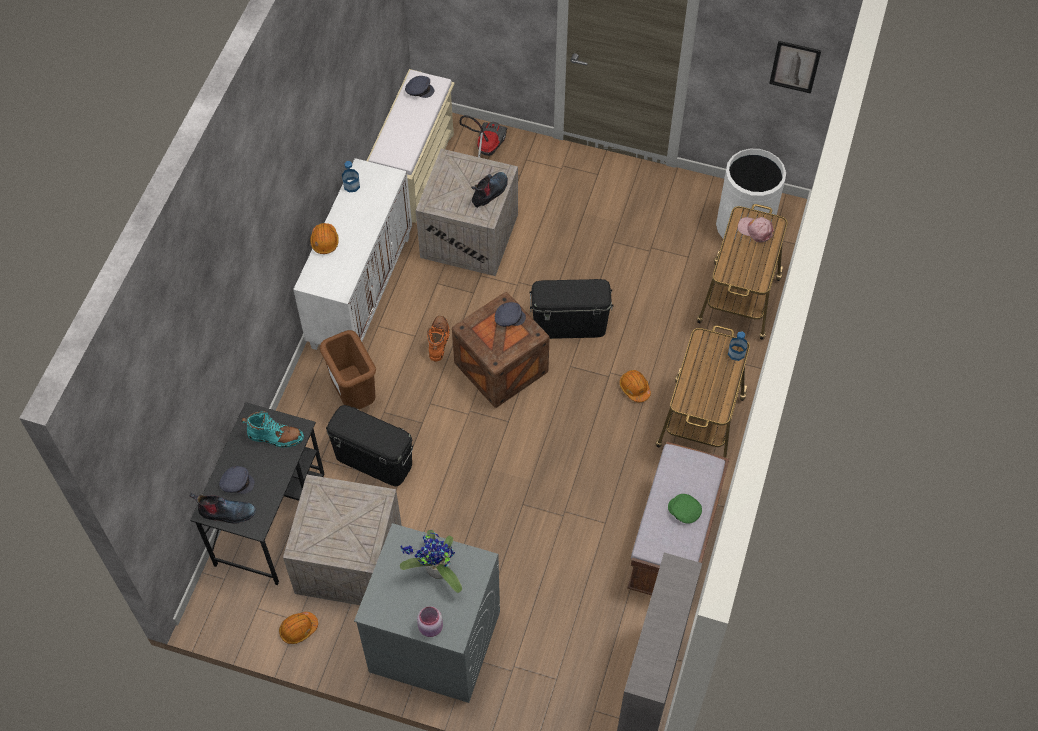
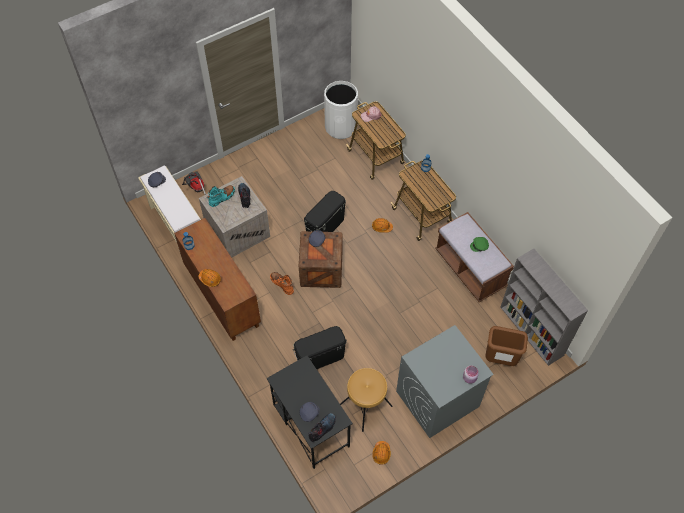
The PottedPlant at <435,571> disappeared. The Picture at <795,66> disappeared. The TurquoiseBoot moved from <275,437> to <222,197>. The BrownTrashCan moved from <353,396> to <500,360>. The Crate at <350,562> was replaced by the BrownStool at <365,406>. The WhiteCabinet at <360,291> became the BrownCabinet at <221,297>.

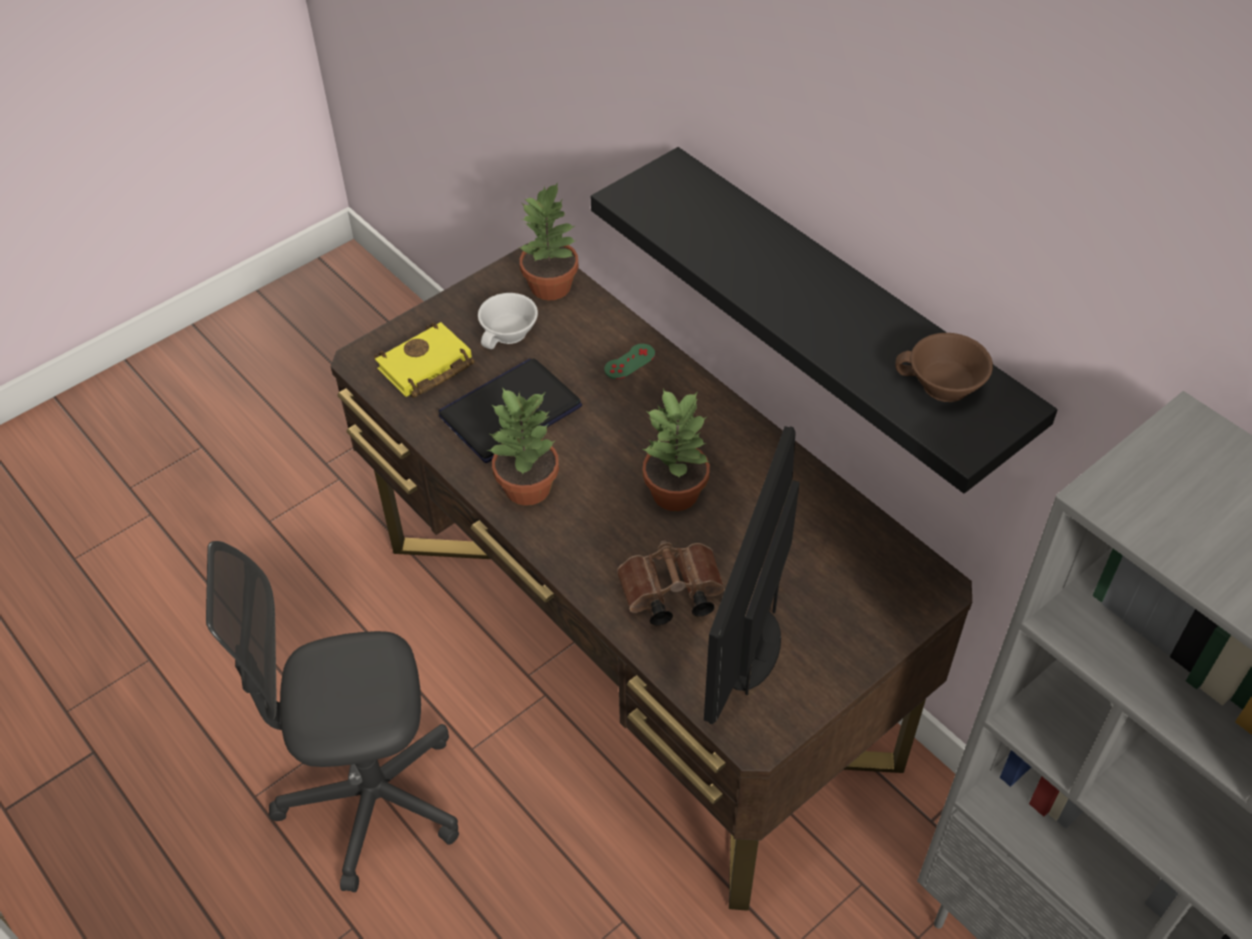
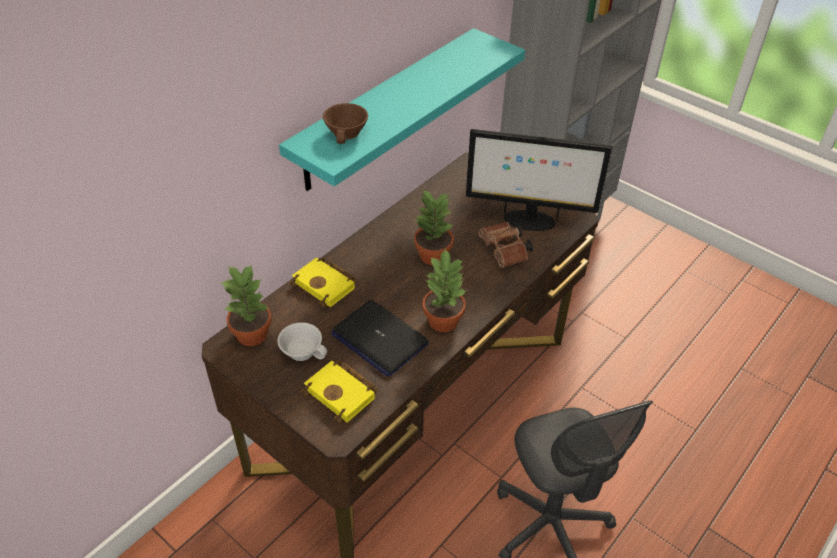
The BrownCup moved from <942,387> to <347,133>. The GreenGameController at <629,361> was replaced by the YellowBook at <326,285>. The BlackShelf at <844,310> became the TurquoiseShelf at <385,109>.

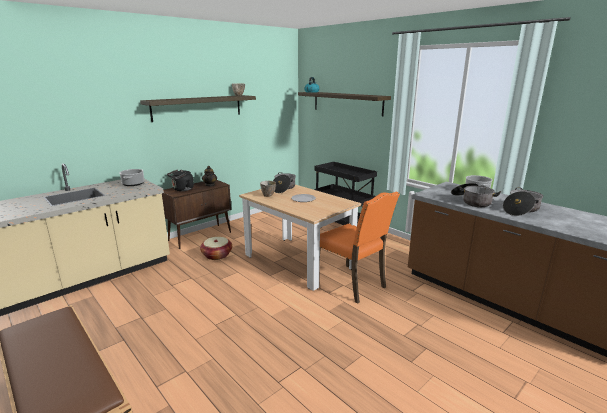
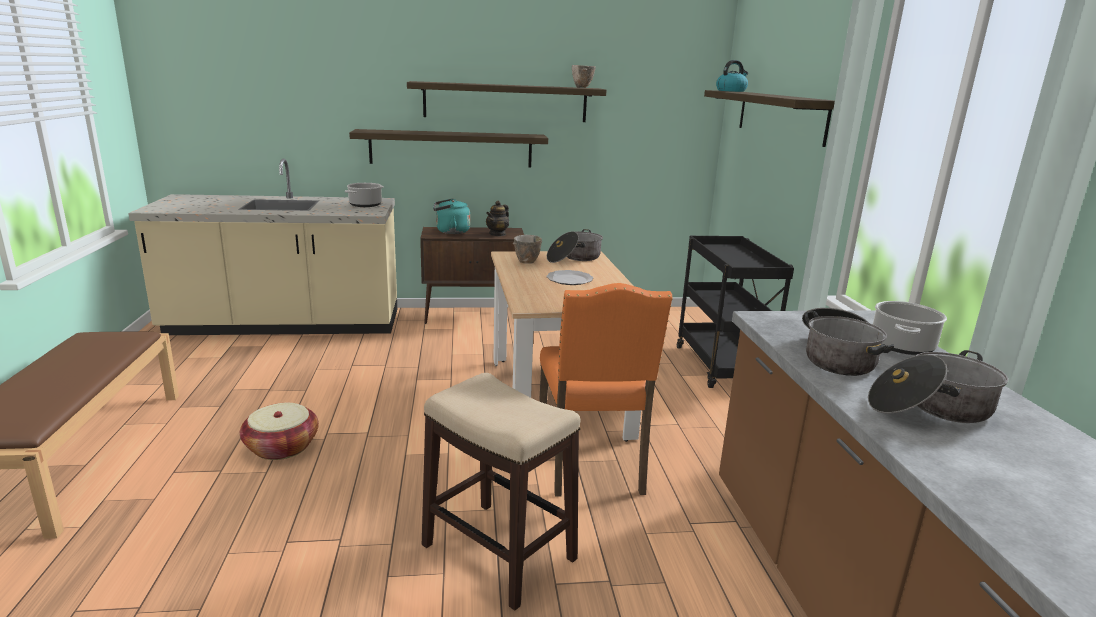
The Shelf at <451,148> appeared. The Stool at <500,552> appeared. The Basket moved from <217,255> to <282,447>. The BlackKettle at <182,189> became the TurquoiseKettle at <450,231>.

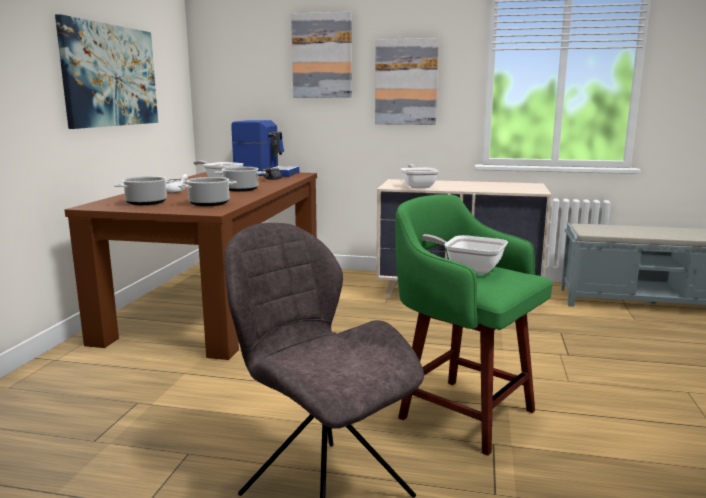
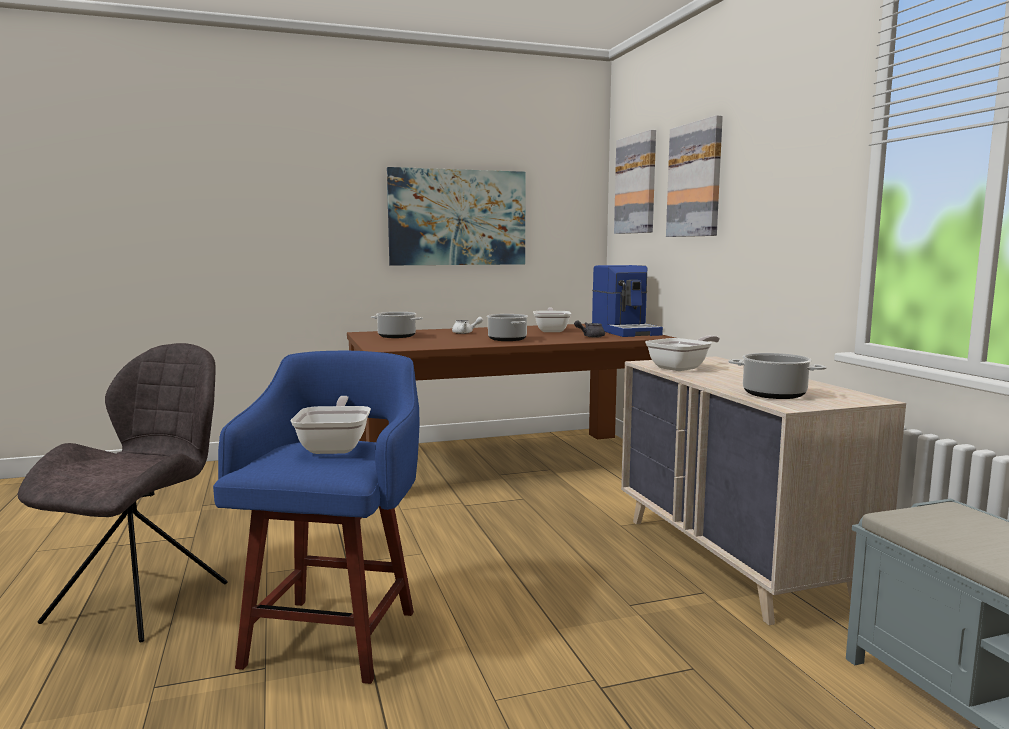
The CookingPot moved from <209,204> to <773,394>. The Picture moved from <406,82> to <636,184>. The GreenStool at <462,412> became the BlueStool at <333,634>.

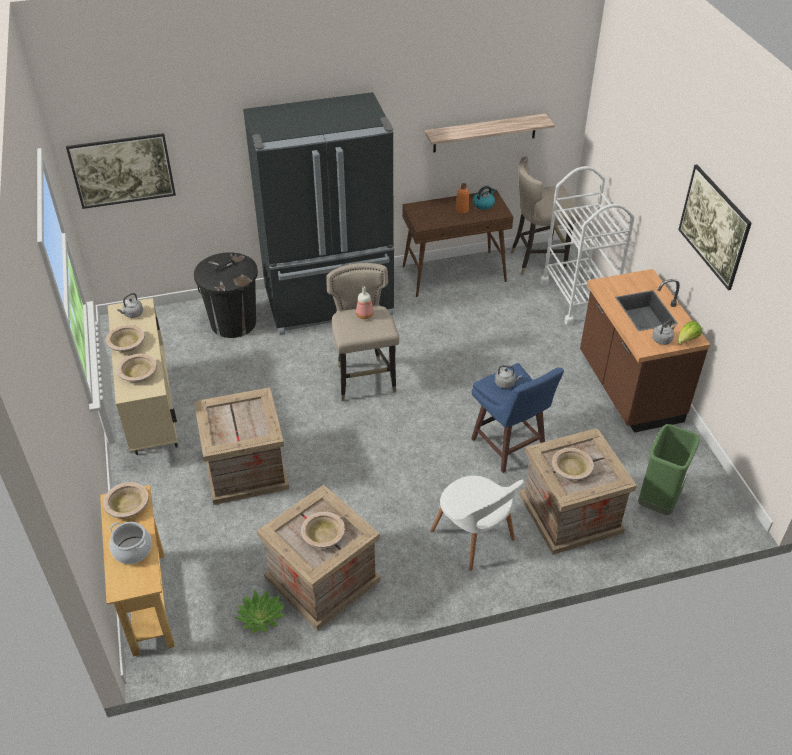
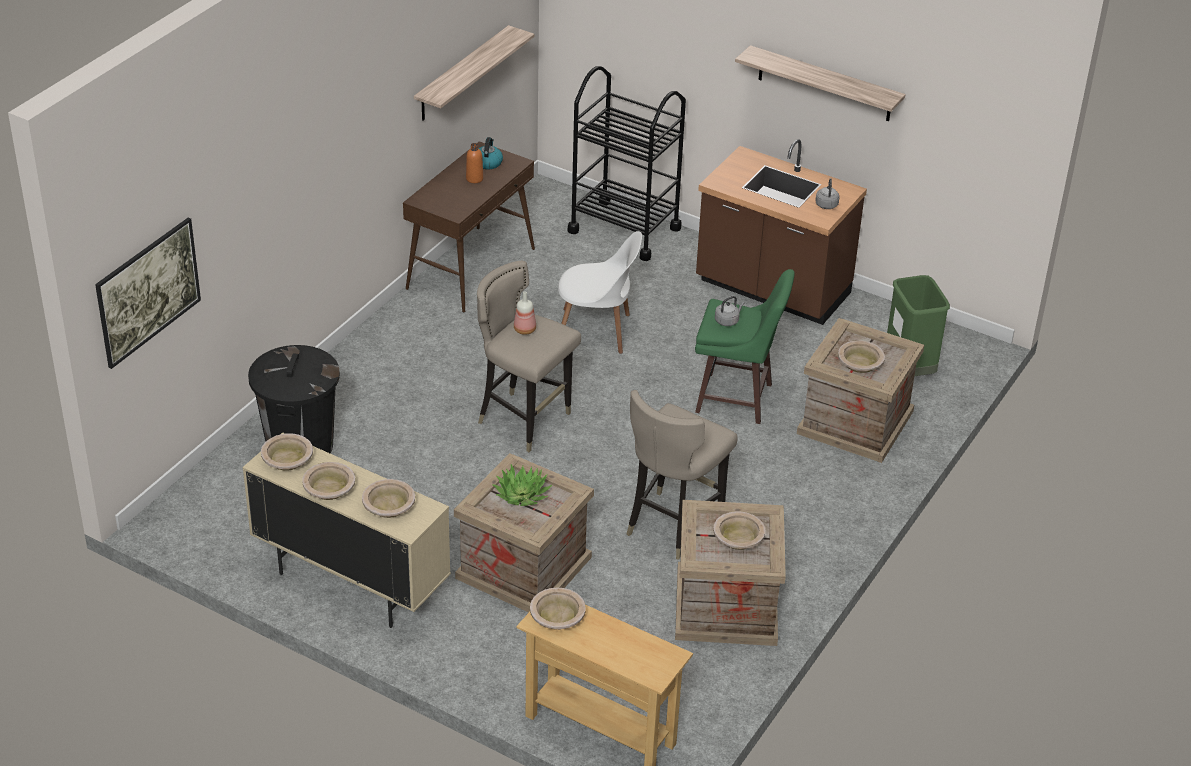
The CookingPot at <132,550> disappeared. The BlackFridge at <330,303> disappeared. The Lettuce at <686,340> disappeared. The PottedPlant moved from <261,616> to <522,495>. The WhiteChair moved from <474,538> to <597,331>. The BeigeStool moved from <538,260> to <672,525>. The GreyKettle at <132,314> was replaced by the BeigeBowl at <287,459>. The Picture at <709,242> was replaced by the Shelf at <824,84>. The BlueStool at <509,447> became the GreenStool at <736,399>. The WhiteCart at <578,298> became the BlackCart at <624,230>.

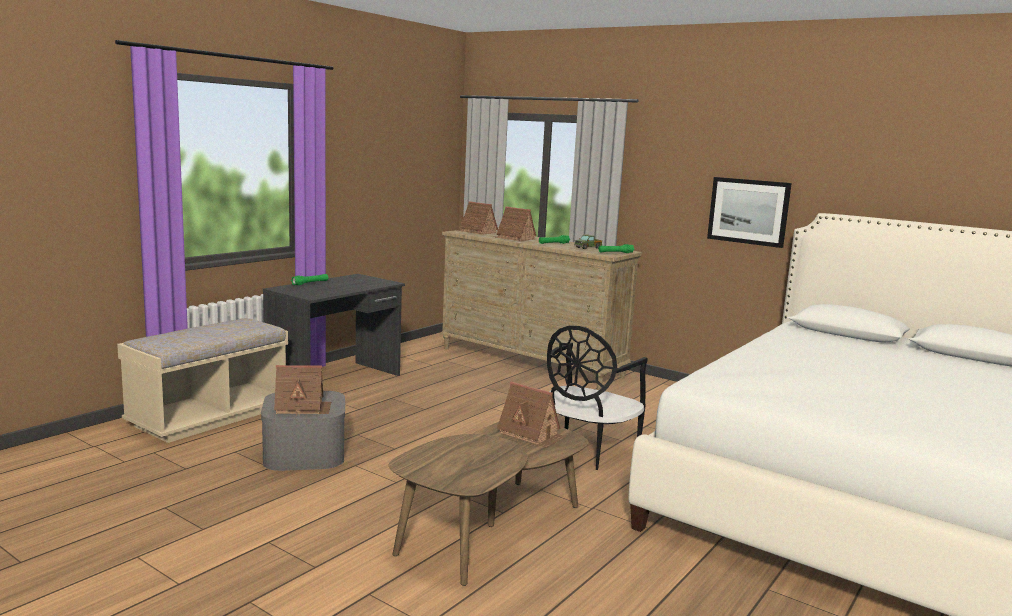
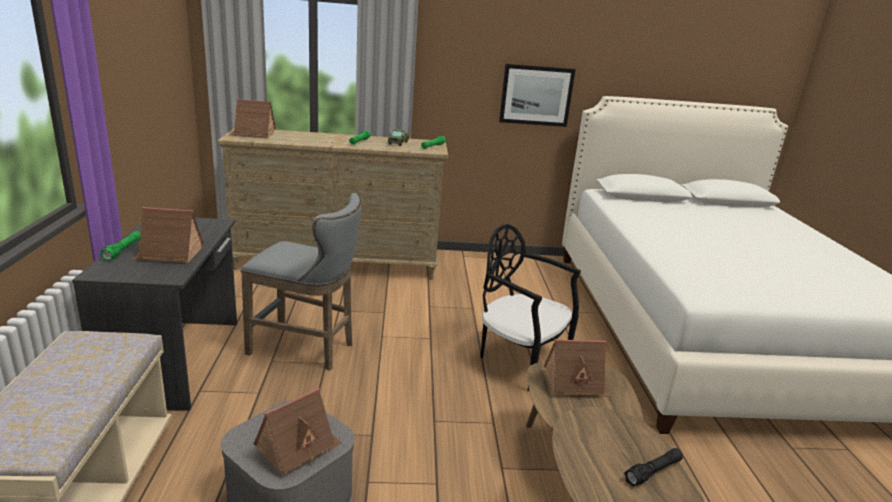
The GreyStool at <307,349> appeared. The BlackFlashlight at <653,472> appeared. The ToyHouse moved from <514,238> to <168,254>. The BlackChair at <586,452> turned 135 degrees clockwise.

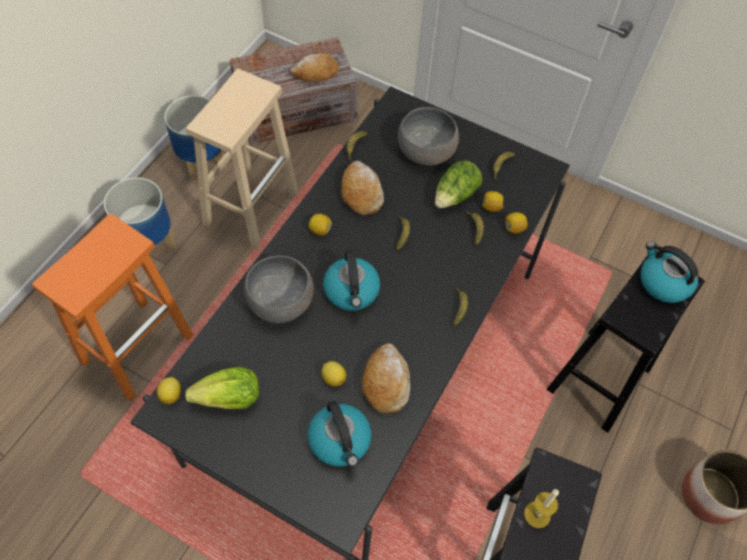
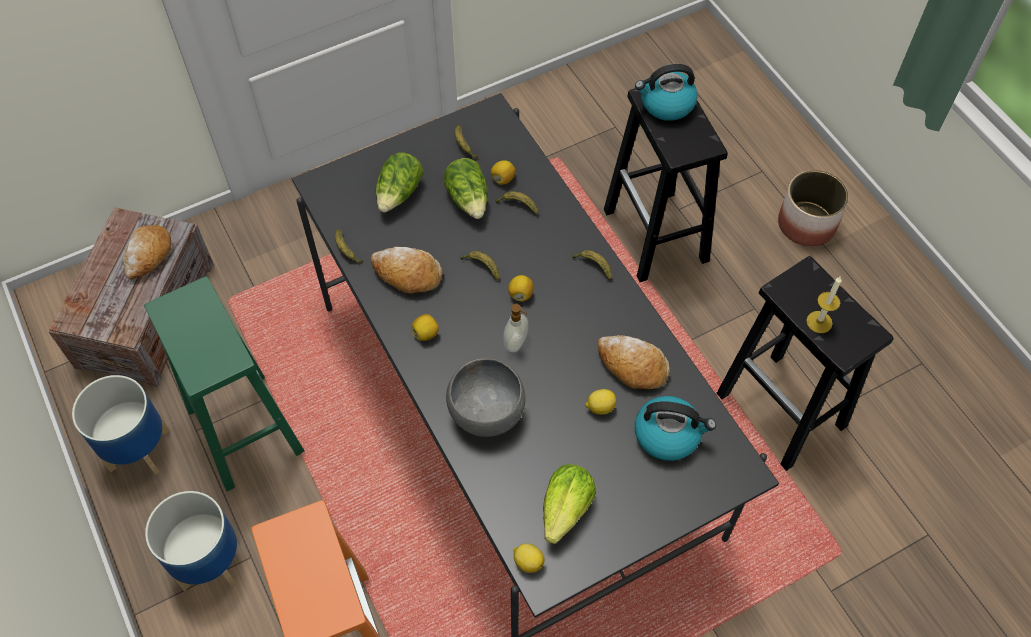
The Lemon moved from <514,228> to <520,294>. The Kettle at <352,291> was replaced by the SoapDispenser at <516,343>. The GreyBowl at <426,152> was replaced by the Lettuce at <399,193>. The BeigeStool at <252,207> became the GreenStool at <243,428>.

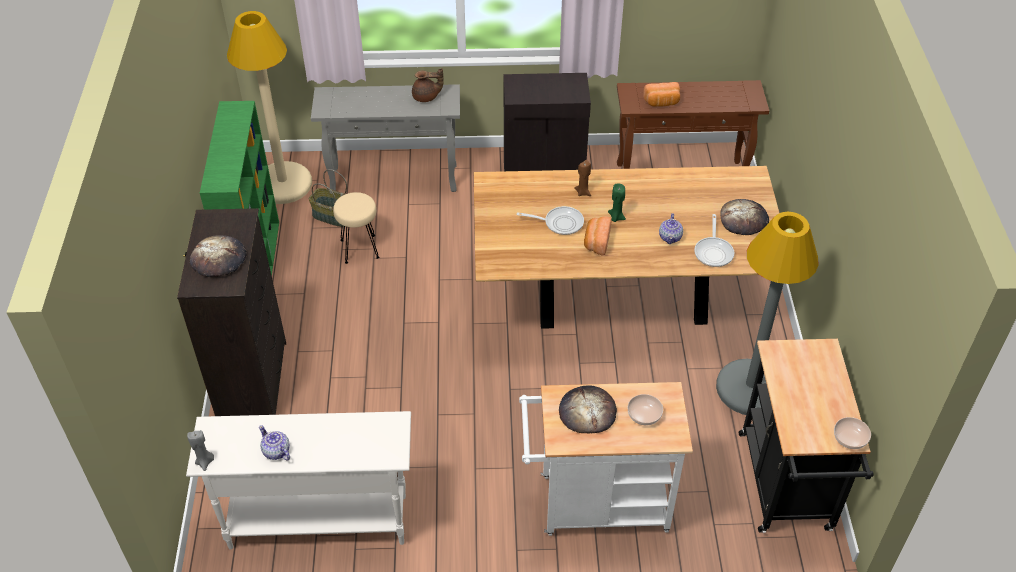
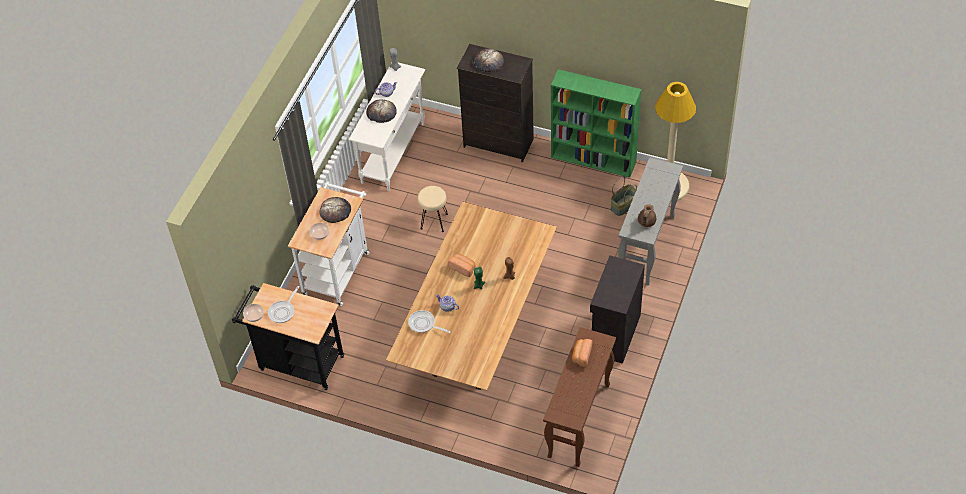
The GreyFloorLamp at <750,388> disappeared. The BeigeStool moved from <360,248> to <434,221>. The FryingPan moved from <560,223> to <283,311>. The Bread moved from <743,219> to <381,113>.

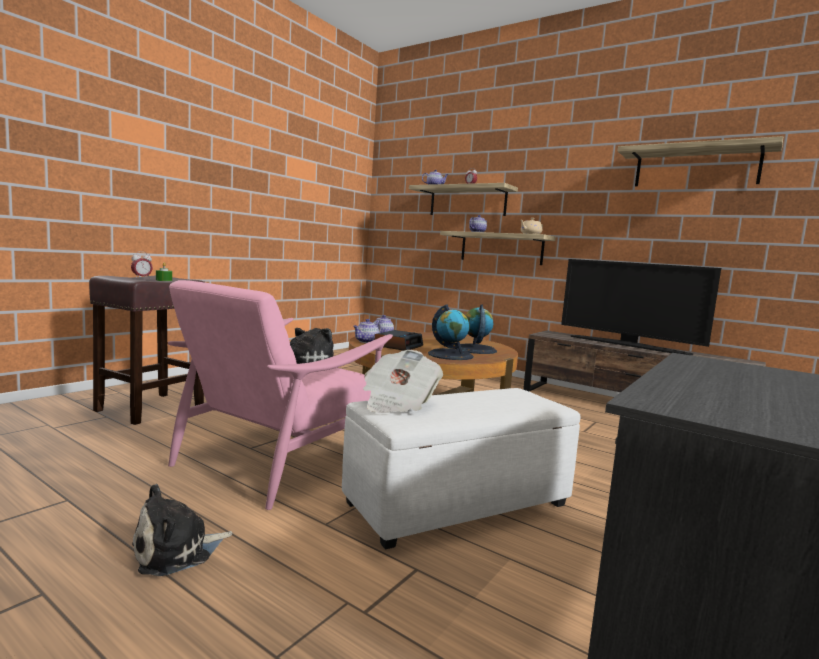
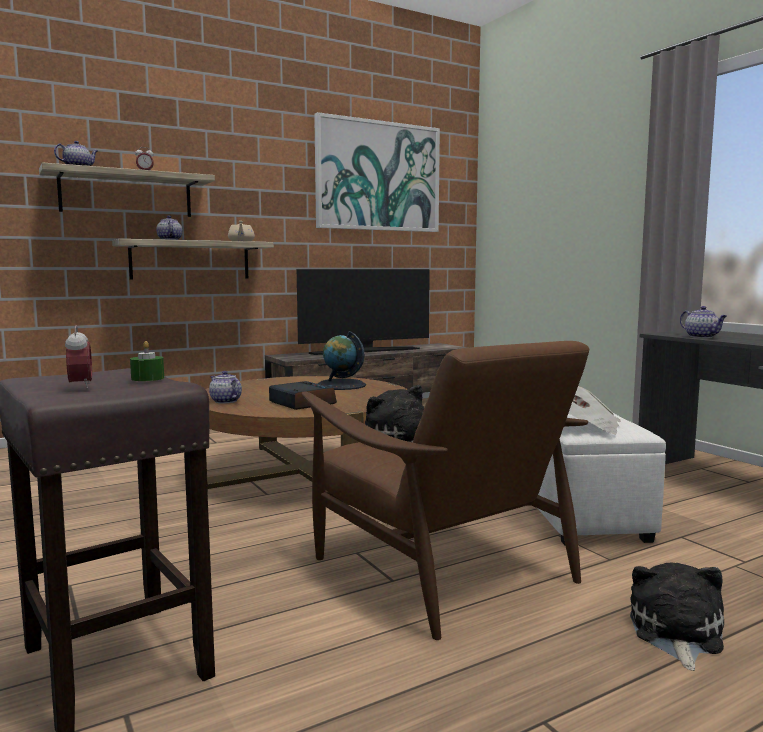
The Globe at <450,355> disappeared. The Teapot moved from <366,341> to <702,337>. The Shelf at <696,167> was replaced by the Picture at <378,176>. The PinkArmchair at <280,458> became the BrownArmchair at <439,565>. The PlushToy at <177,551> turned 150 degrees counterclockwise.

